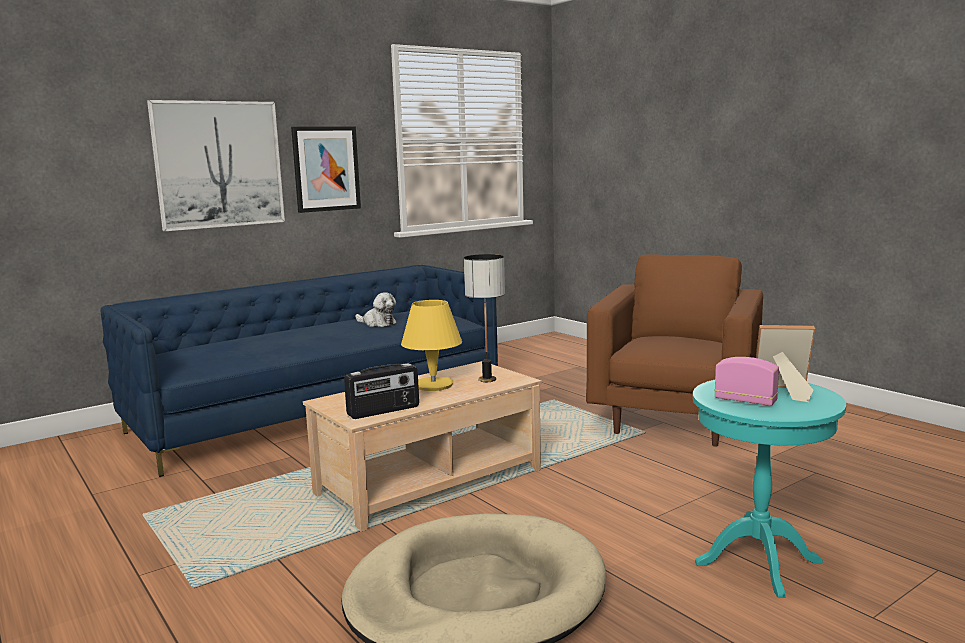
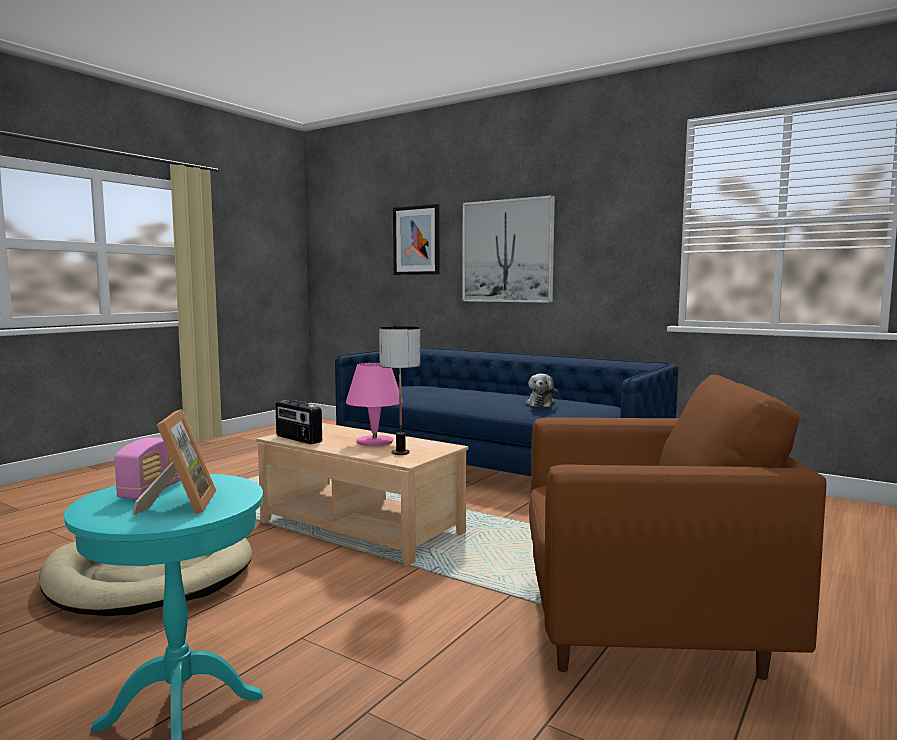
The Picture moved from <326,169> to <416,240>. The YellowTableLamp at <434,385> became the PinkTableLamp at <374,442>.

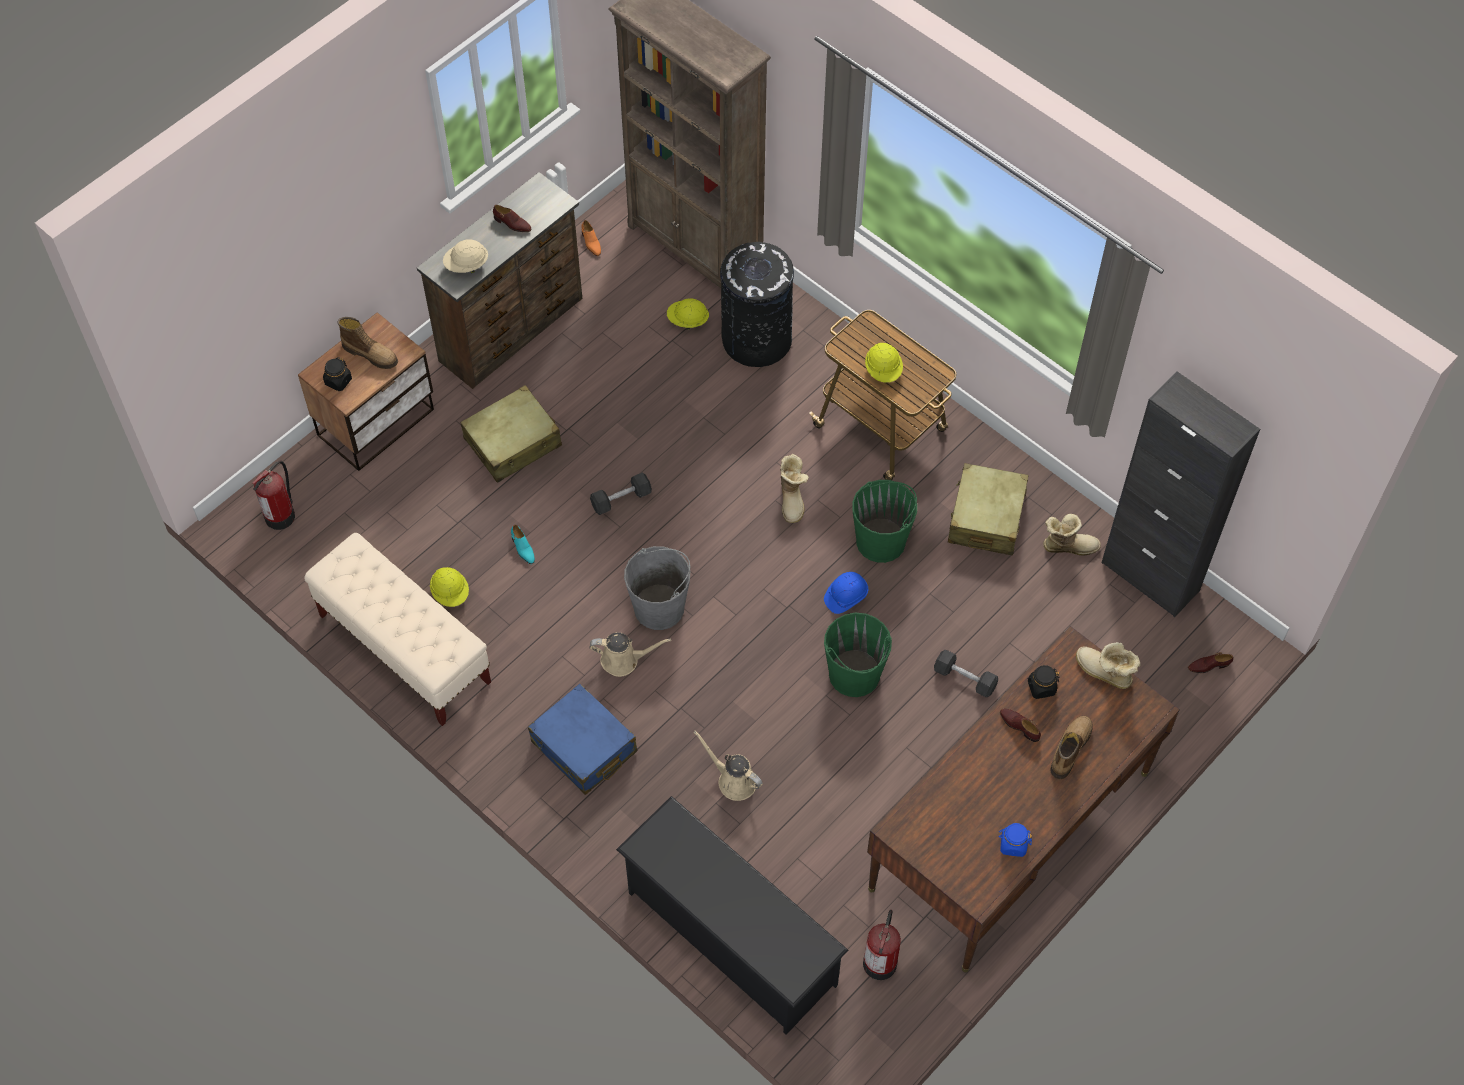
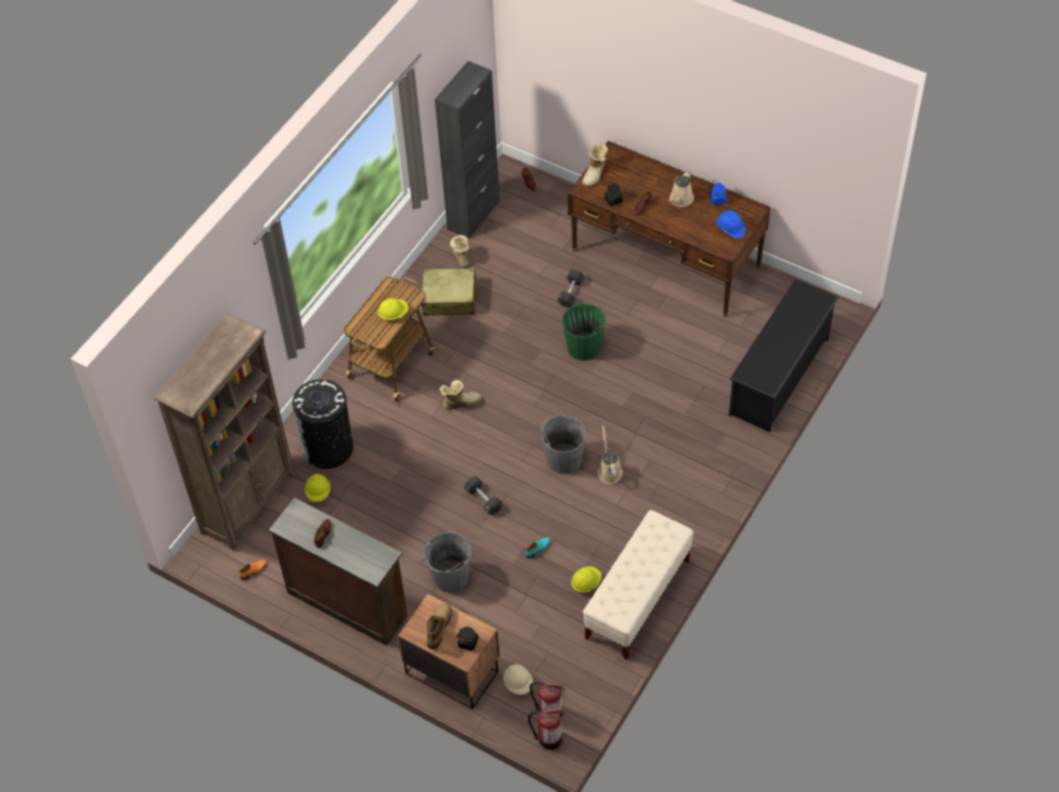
The BlueSuitcase at <584,747> disappeared. The GreenBucket at <881,541> disappeared. The Boot at <1069,749> disappeared. The BeigeHardHat moved from <466,265> to <518,684>. The BeigeWateringCan moved from <733,780> to <680,200>. The BlueHardHat moved from <845,596> to <730,228>. The FireExtinguisher moved from <880,961> to <548,739>. The BeigeSuitcase at <513,442> was replaced by the GreyBucket at <450,577>.

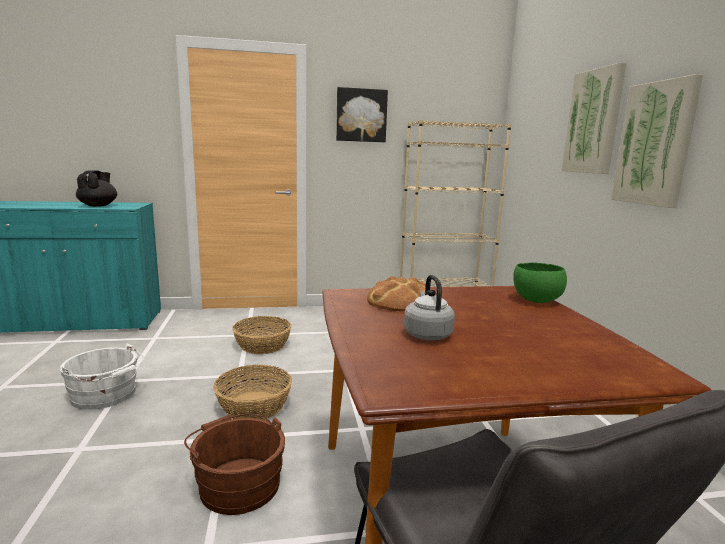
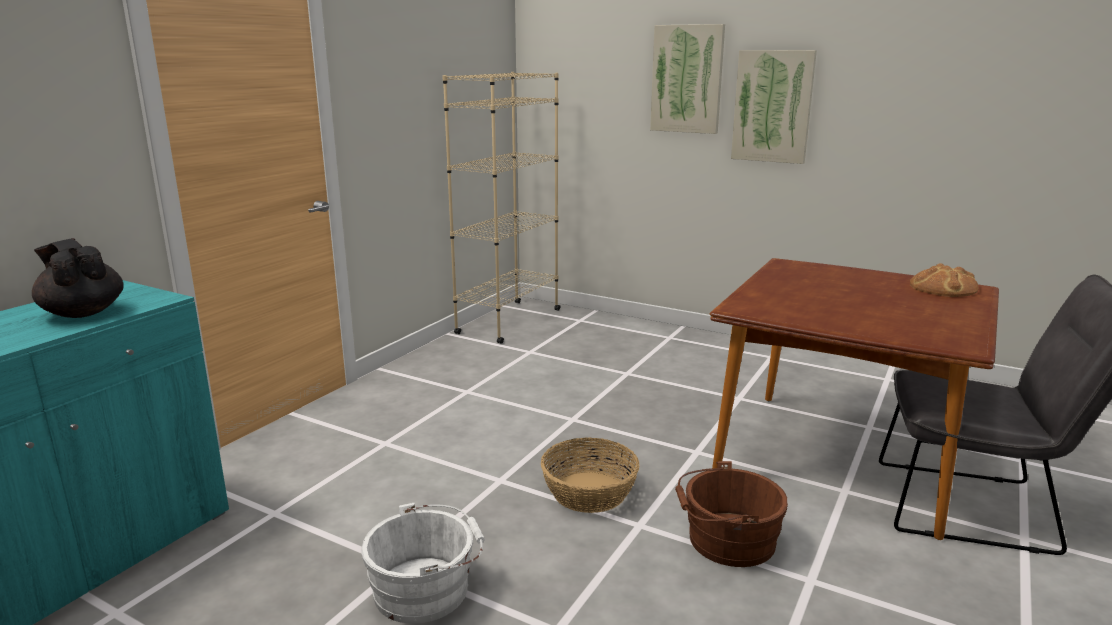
The Basket at <263,345> disappeared. The Picture at <361,115> disappeared. The GreyKettle at <427,334> disappeared. The GreenBowl at <535,301> disappeared. The Bread moved from <400,301> to <942,287>.

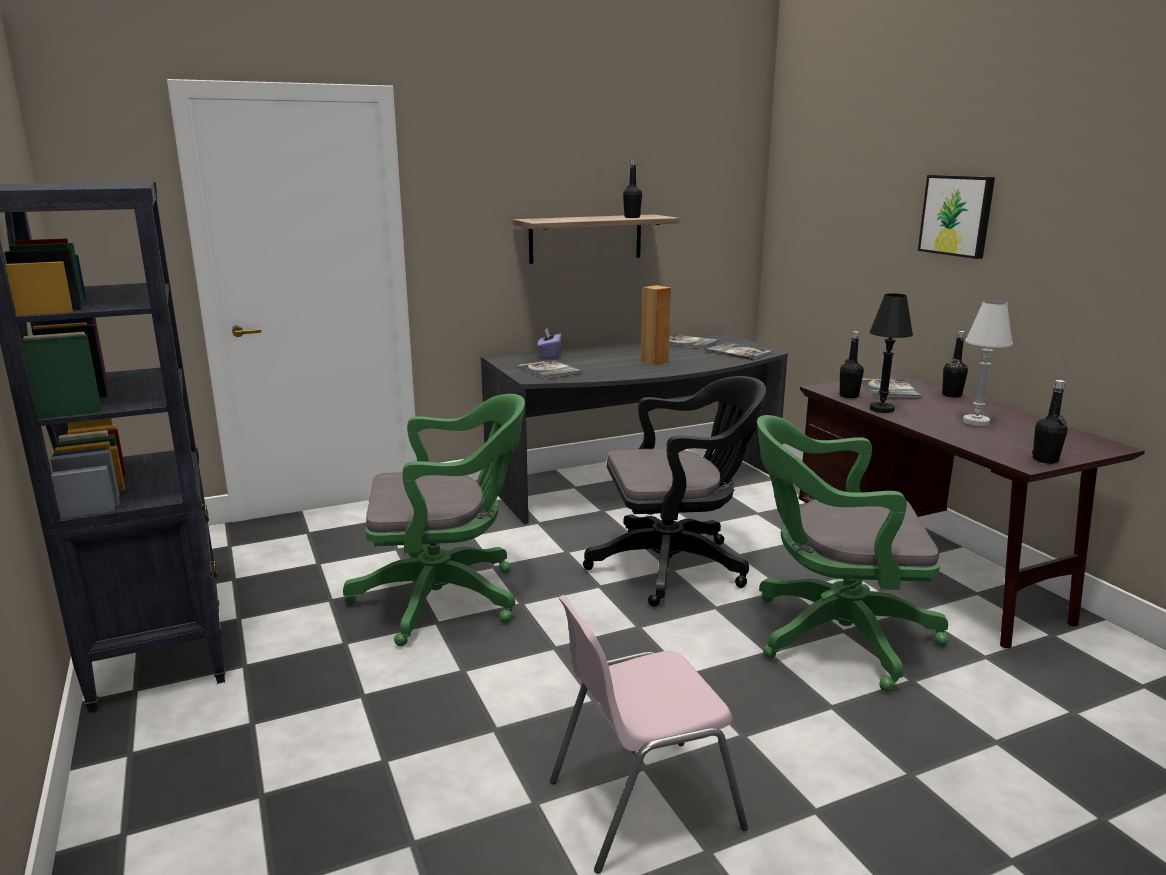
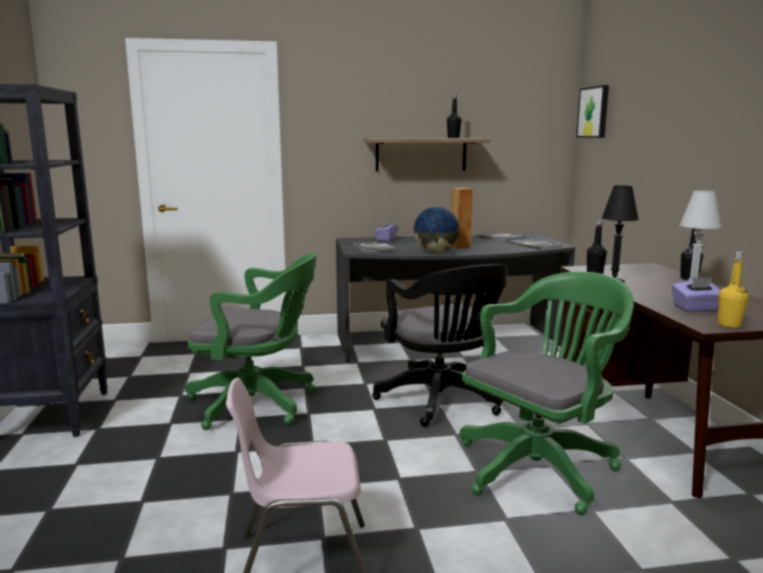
The Book at <889,390> disappeared. The Globe at <435,252> appeared. The PurpleTissueBox at <696,309> appeared. The Picture moved from <957,215> to <594,112>. The BlackBottle at <1045,460> became the YellowBottle at <729,325>. The BlackOfficeChair at <675,566> turned 60 degrees clockwise. The GreenOfficeChair at <832,634> turned 120 degrees clockwise.

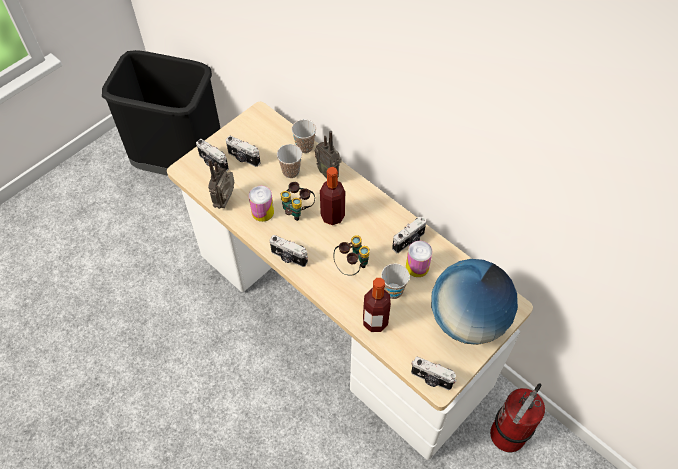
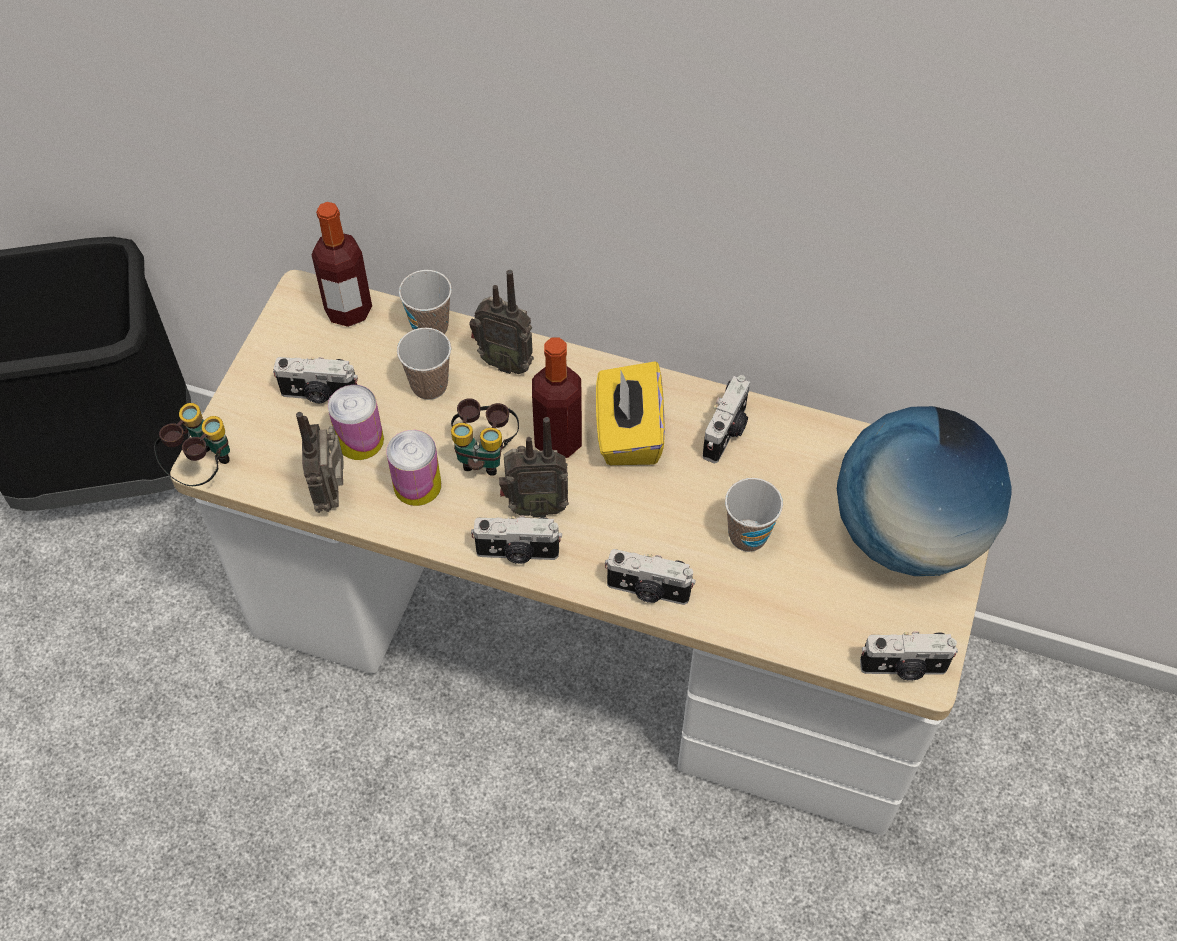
The FireExtinguisher at <508,434> disappeared. The Radio at <534,505> appeared. The YellowTissueBox at <628,433> appeared. The PhotoCamera moved from <213,163> to <648,591>. The Binoculars moved from <351,266> to <202,468>. The Bottle moved from <375,321> to <348,310>. The Can moved from <417,267> to <360,440>.

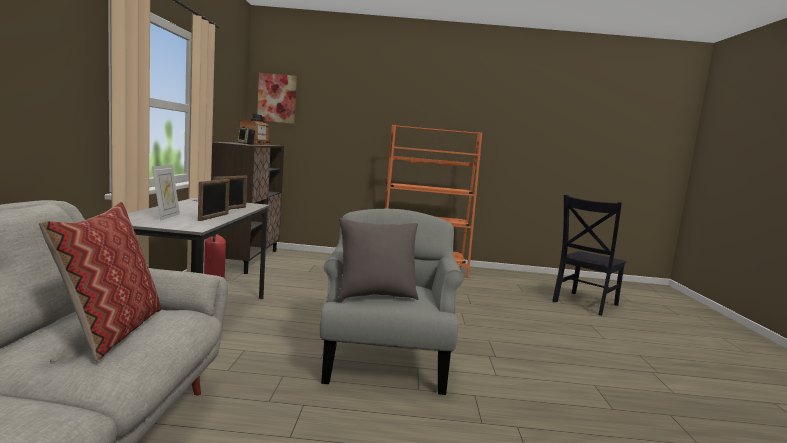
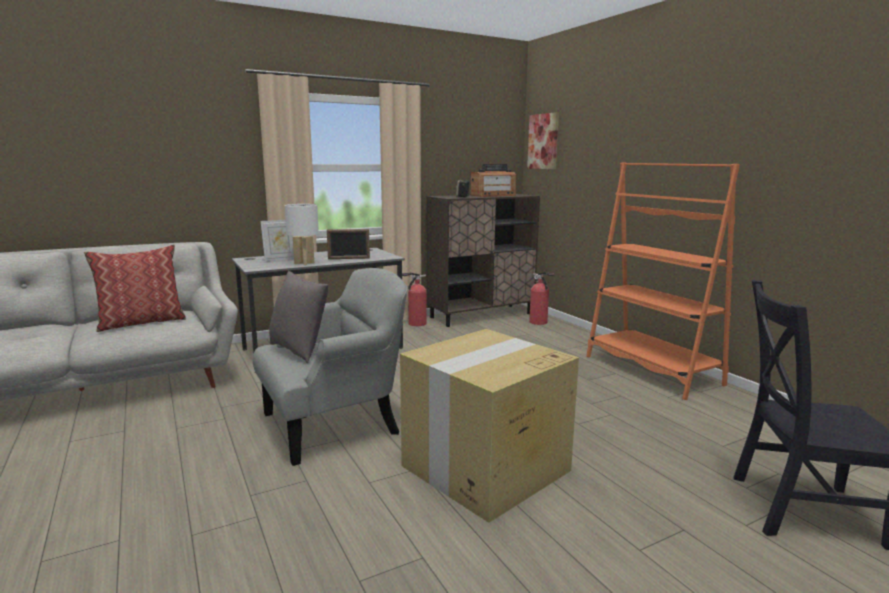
The CardboardBox at <484,469> appeared. The FireExtinguisher at <539,322> appeared. The PictureFrame at <214,217> was replaced by the WhiteTableLamp at <304,263>.

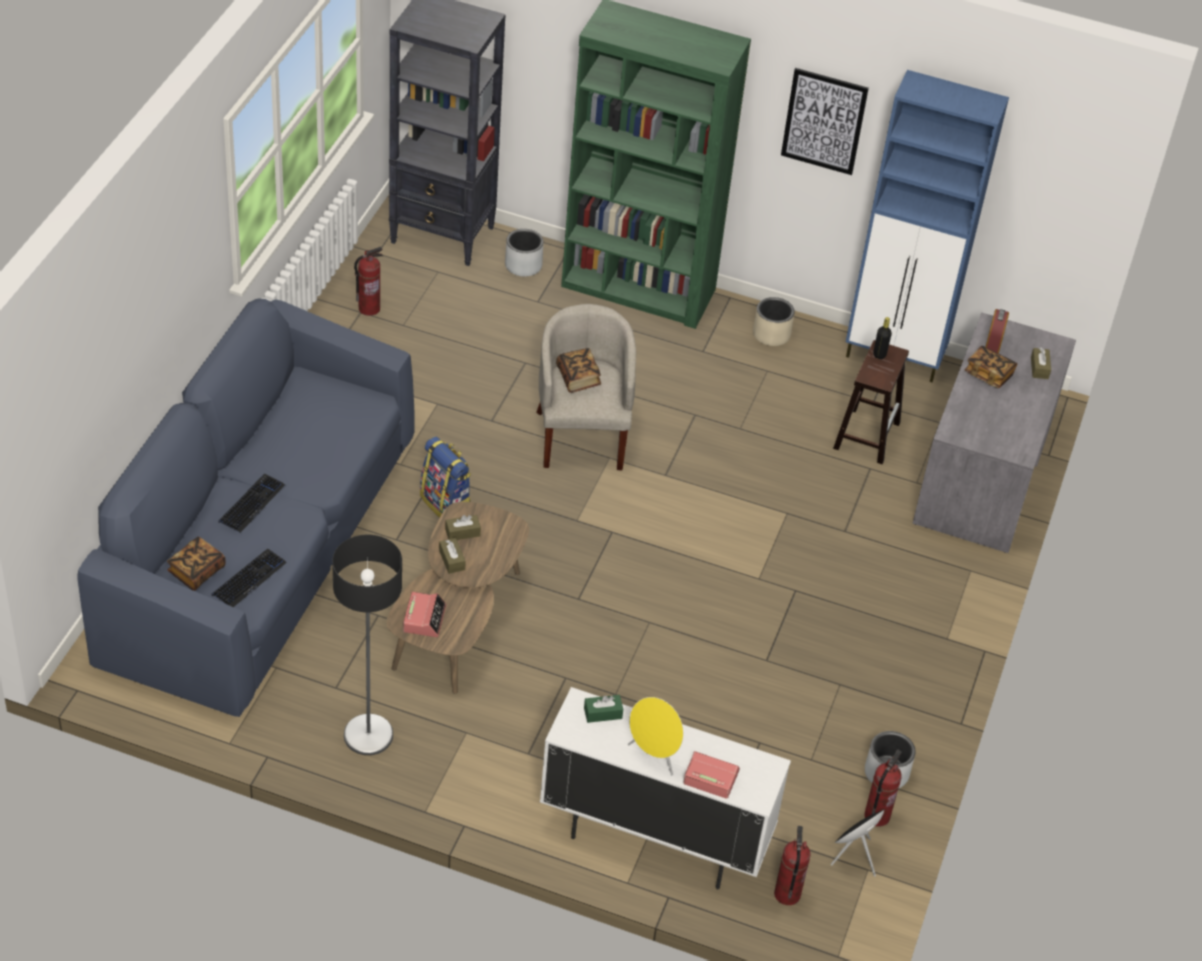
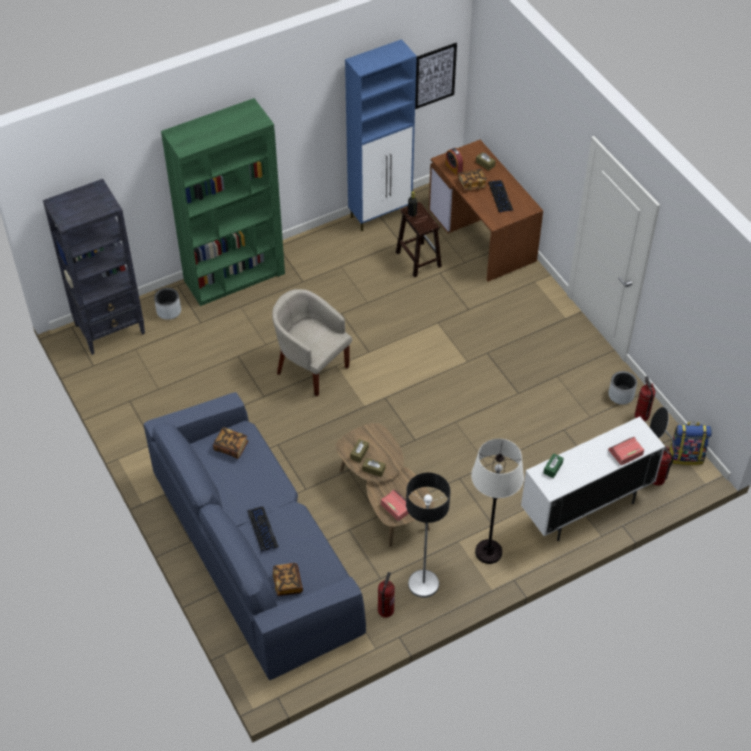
The YellowSpeaker at <654,756> disappeared. The BeigePlanter at <771,334> disappeared. The WhiteFloorLamp at <488,552> appeared. The Keyboard moved from <249,579> to <500,196>. The FireExtinguisher moved from <369,308> to <385,610>. The Backpack moved from <446,504> to <686,456>. The Book moved from <578,378> to <231,447>. The Picture moved from <824,121> to <435,75>. The GreyDesk at <984,474> became the BrownDesk at <483,235>.

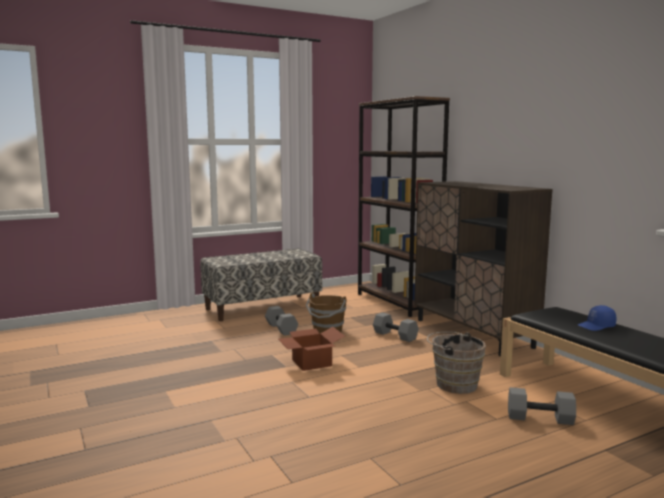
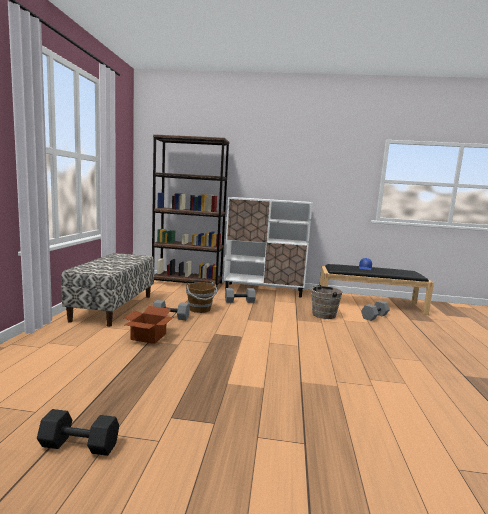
The BlackDumbbell at <81,444> appeared. The CardboardBox moved from <310,362> to <147,337>. The BrownCabinet at <473,333> became the WhiteCabinet at <264,290>.

